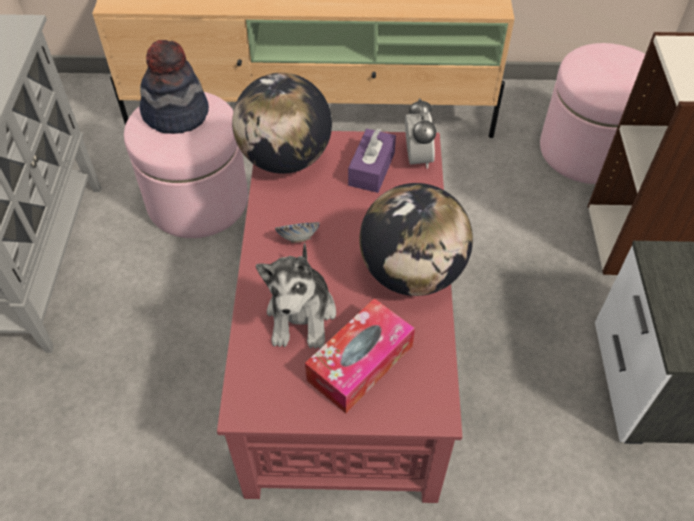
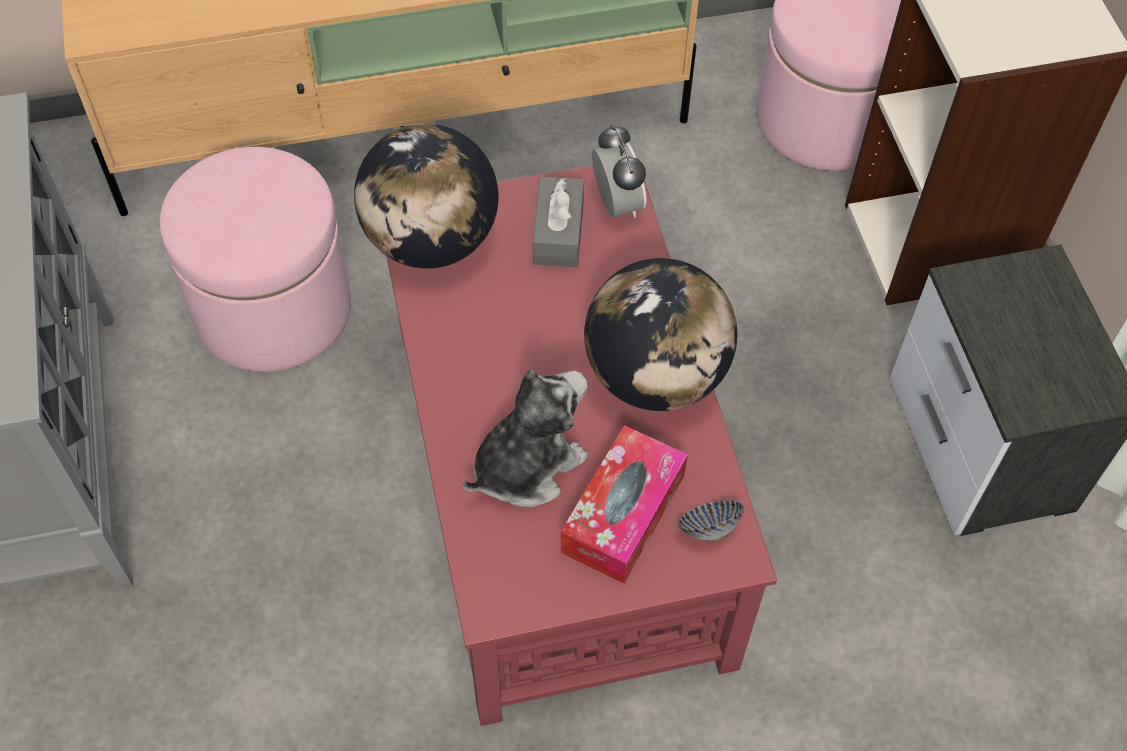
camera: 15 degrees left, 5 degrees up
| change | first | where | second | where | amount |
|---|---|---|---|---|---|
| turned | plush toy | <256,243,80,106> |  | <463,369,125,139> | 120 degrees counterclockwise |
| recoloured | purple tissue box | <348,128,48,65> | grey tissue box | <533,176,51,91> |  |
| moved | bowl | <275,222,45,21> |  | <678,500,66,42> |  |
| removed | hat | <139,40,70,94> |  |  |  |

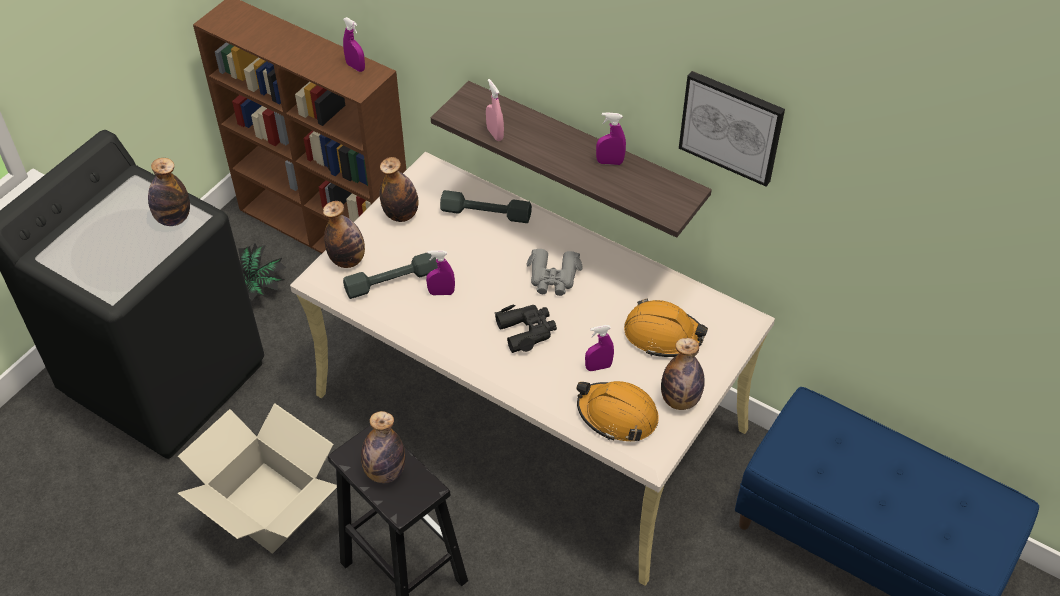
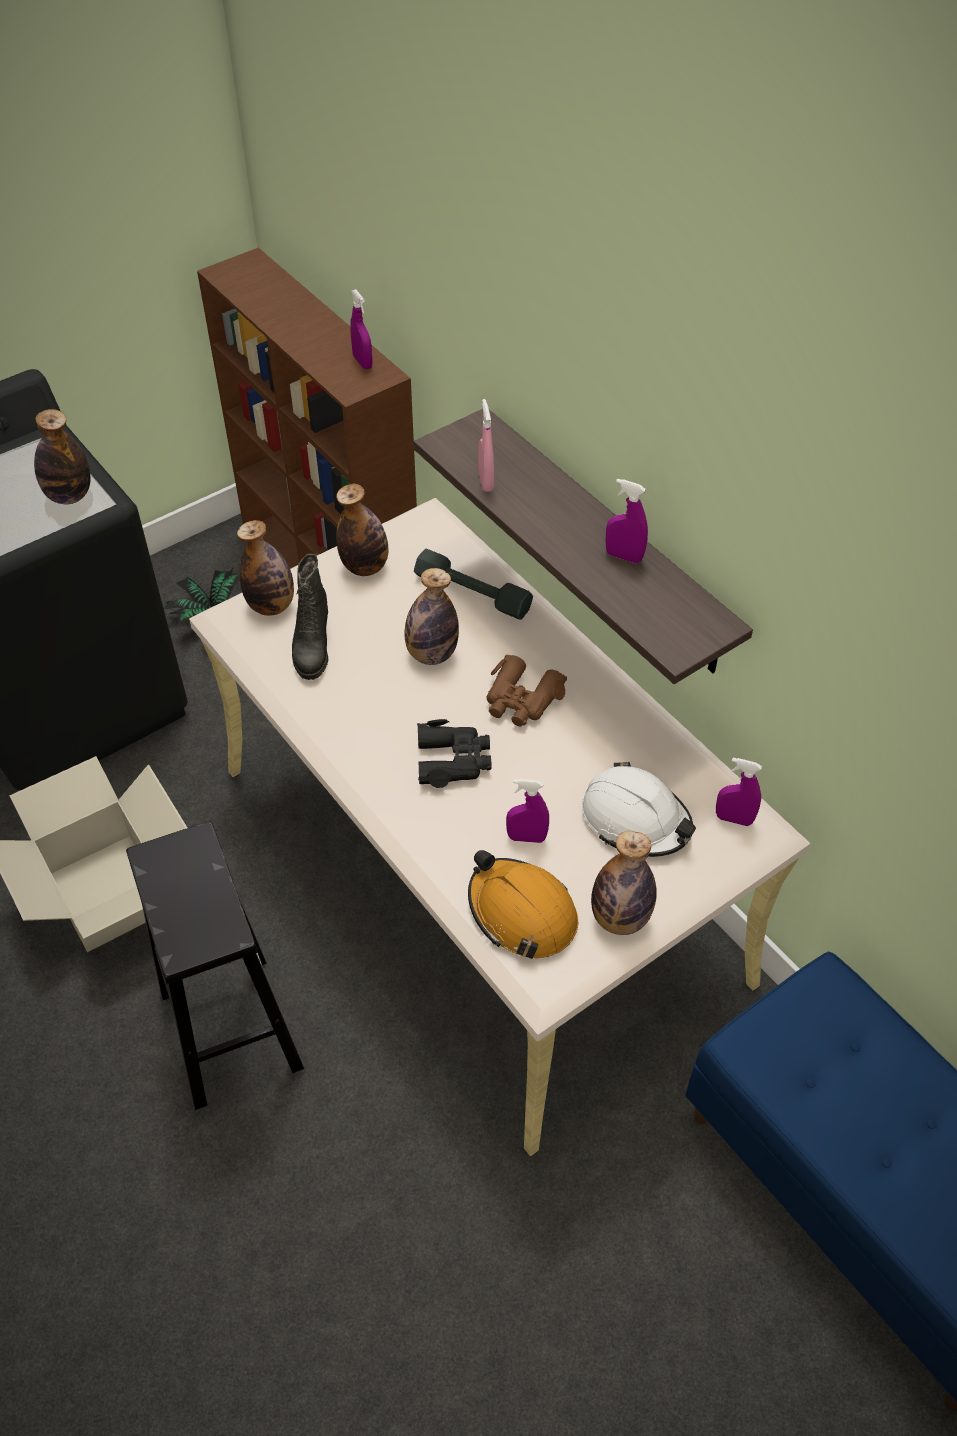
camera: 20 degrees right, 0 degrees up
| change | first | where | second | where | amount |
|---|---|---|---|---|---|
| replaced | grey dumbbell | <343,253,95,46> | black boot | <292,553,36,127> |  |
| moved | bottle | <361,411,45,72> |  | <404,568,55,97> |  |
| recoloured | grey binoculars | <526,249,57,47> | brown binoculars | <486,655,81,71> |  |
| recoloured | orange hard hat | <624,298,84,59> | white hard hat | <582,762,114,95> |  |
| moved | purple spray bottle | <426,250,29,45> |  | <716,758,46,68> |  |
| removed | picture | <679,71,106,116> |  |  |  |

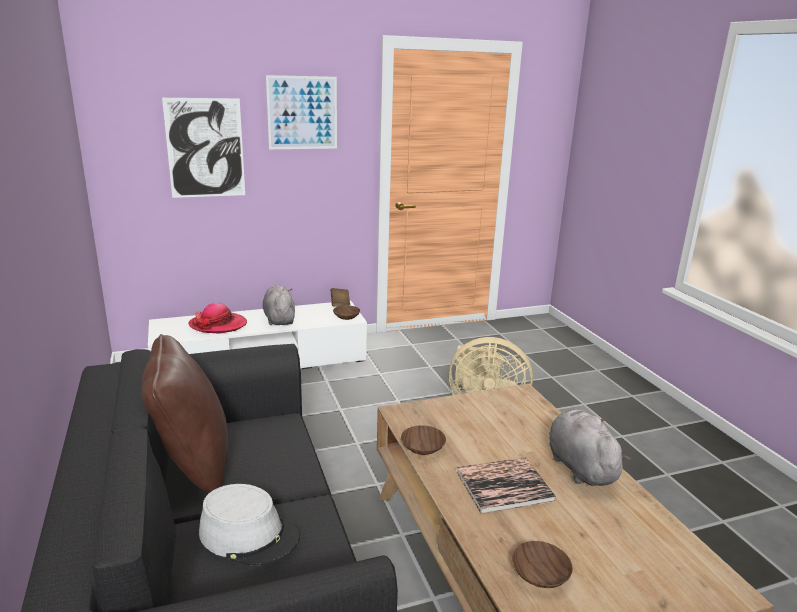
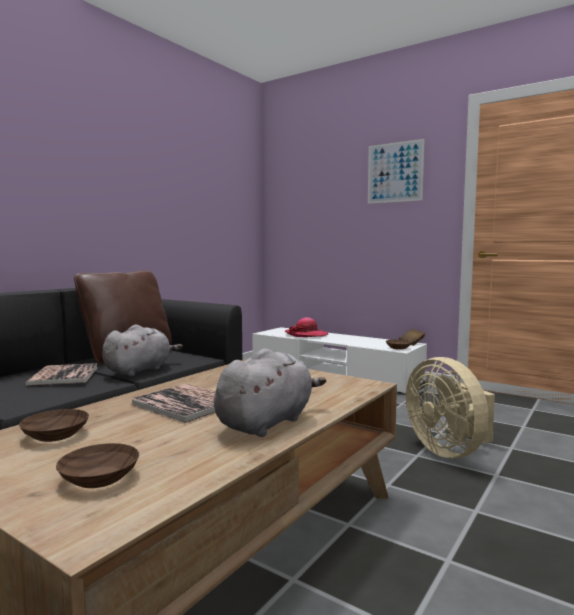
camera: 55 degrees right, 15 degrees down
| change | first | where | second | where | amount |
|---|---|---|---|---|---|
| replaced | grey hat | <199,484,100,82> | book | <25,363,73,23> |  |
| moved | brown bowl | <401,425,45,30> |  | <56,443,83,45> |  |
| moved | grey plush toy | <263,286,32,39> |  | <102,325,81,51> |  |
| removed | picture | <162,98,83,100> |  |  |  |

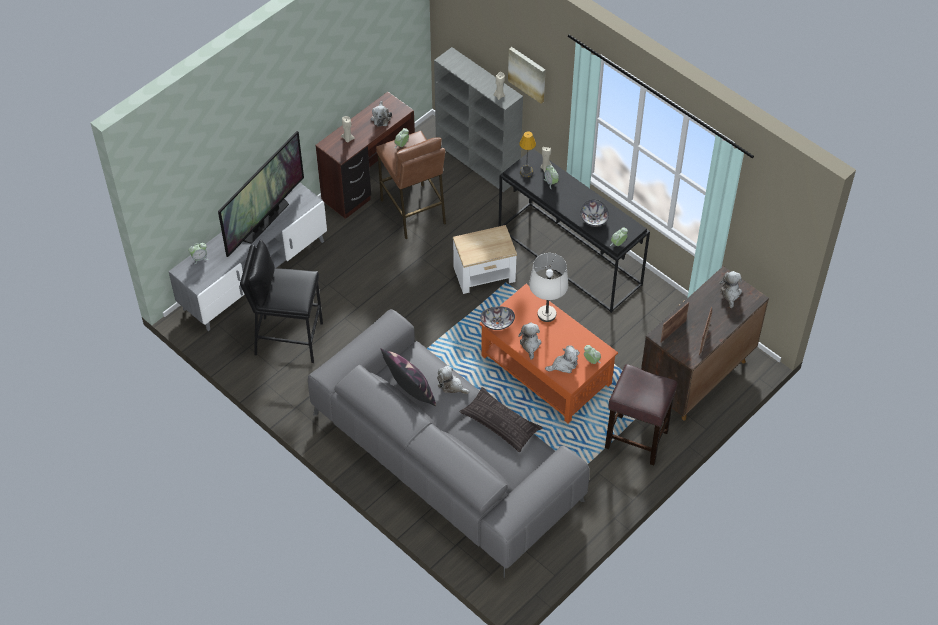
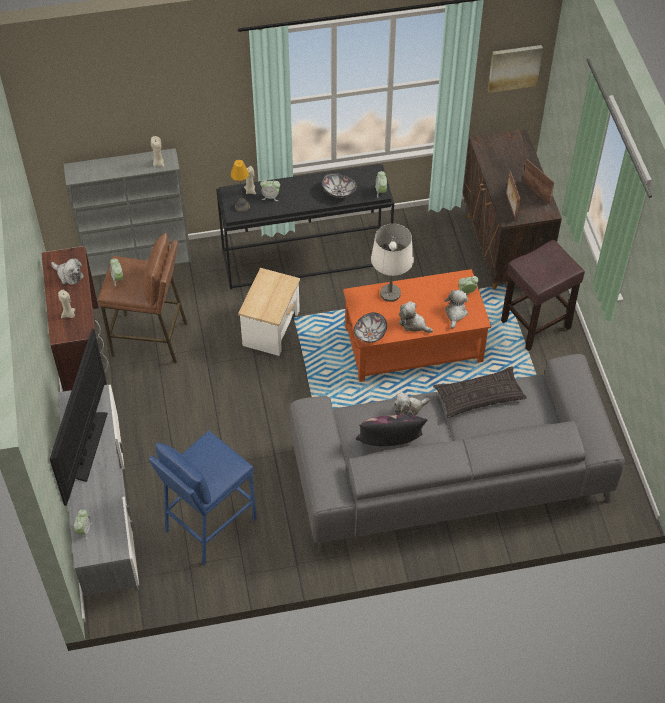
camera: 55 degrees left, 0 degrees up
| change | first | where | second | where | amount |
|---|---|---|---|---|---|
| turned | television | <218,131,86,126> |  | <50,329,57,177> | 150 degrees counterclockwise |
| recoloured | black stool | <240,240,83,123> | blue stool | <149,430,108,135> |  |
| moved | picture | <508,47,38,57> |  | <488,45,55,48> |  |
| removed | plush toy | <719,271,23,37> |  |  |  |

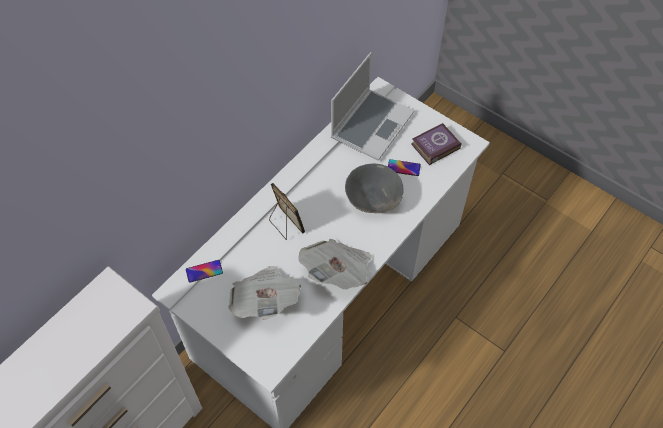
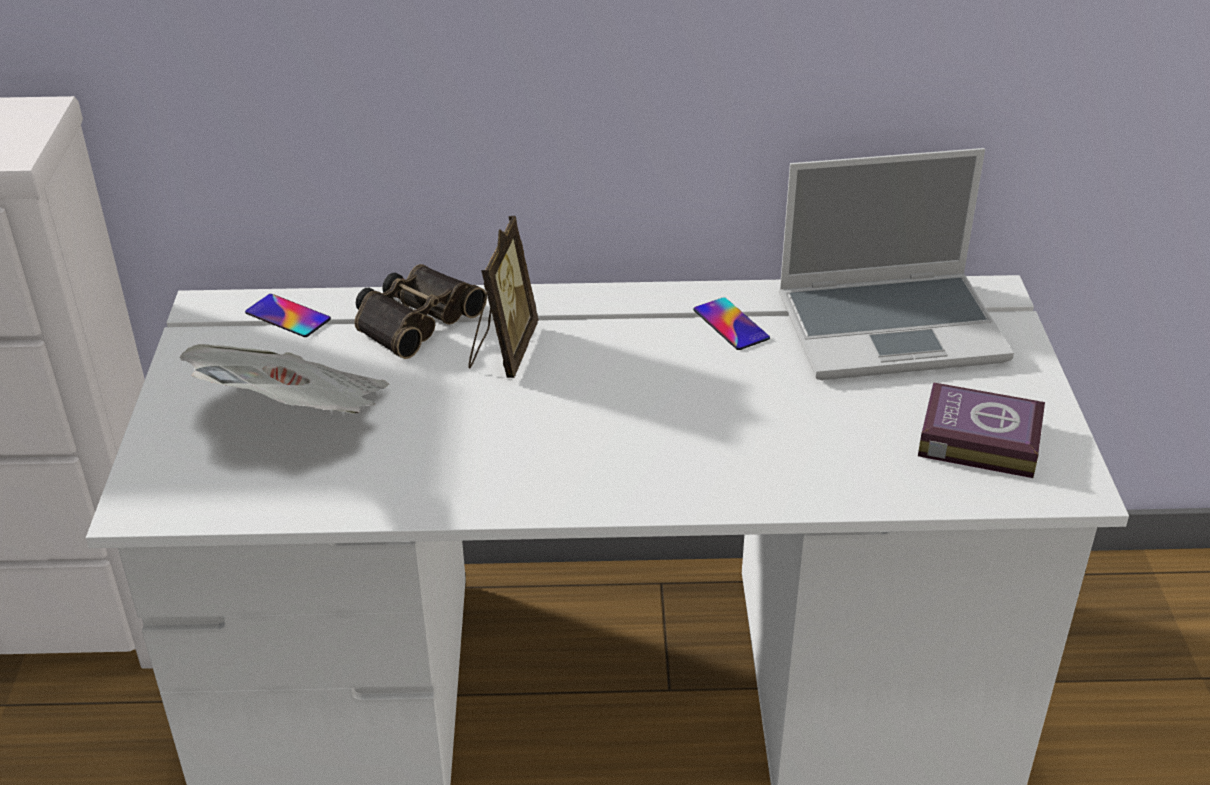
camera: 50 degrees right, 20 degrees down
| change | first | where | second | where | amount |
|---|---|---|---|---|---|
| added |  |  | binoculars | <354,264,133,95> |  |
| moved | phone | <388,159,33,17> |  | <693,297,77,53> |  |
| removed | newspaper | <298,239,74,51> |  |  |  |
| removed | grey bowl | <345,164,58,49> |  |  |  |

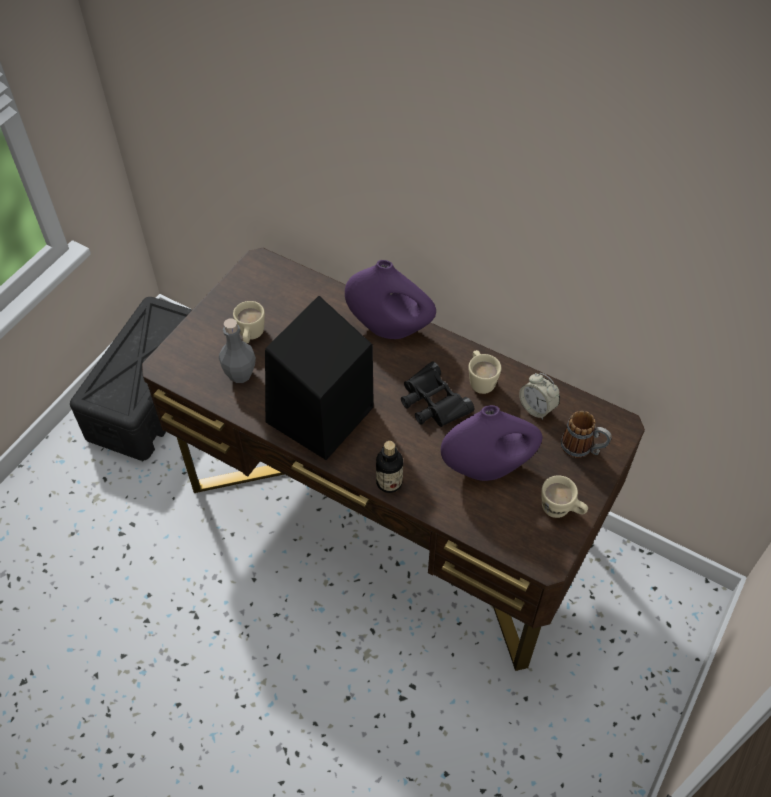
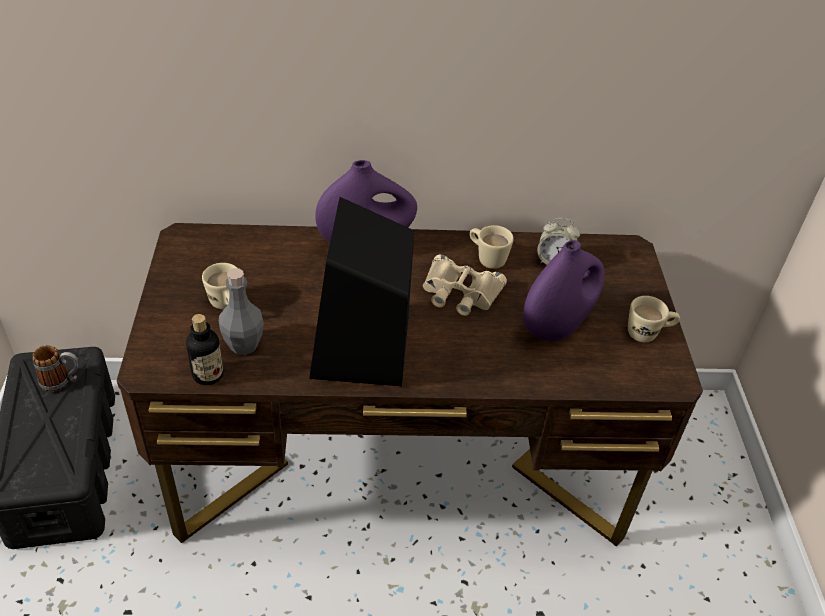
camera: 35 degrees left, 10 degrees down
| change | first | where | second | where | amount |
|---|---|---|---|---|---|
| moved | mug | <561,411,51,47> |  | <33,345,46,47> |  |
| moved | bottle | <376,441,27,52> |  | <186,314,37,71> |  |
| recoloured | black binoculars | <401,362,73,65> | beige binoculars | <423,254,84,62> |  |

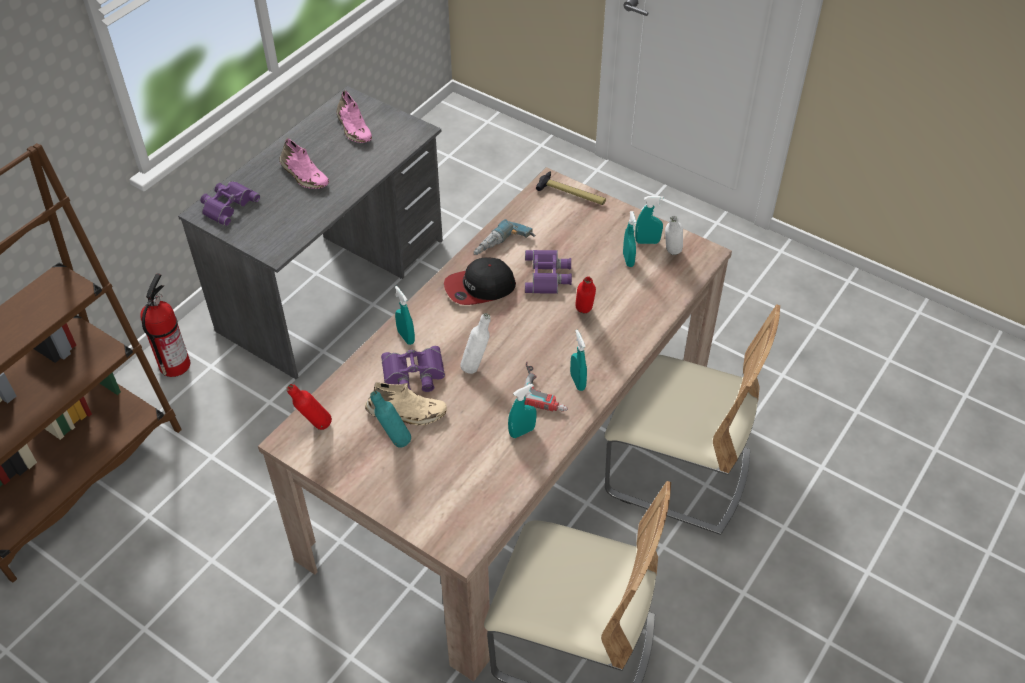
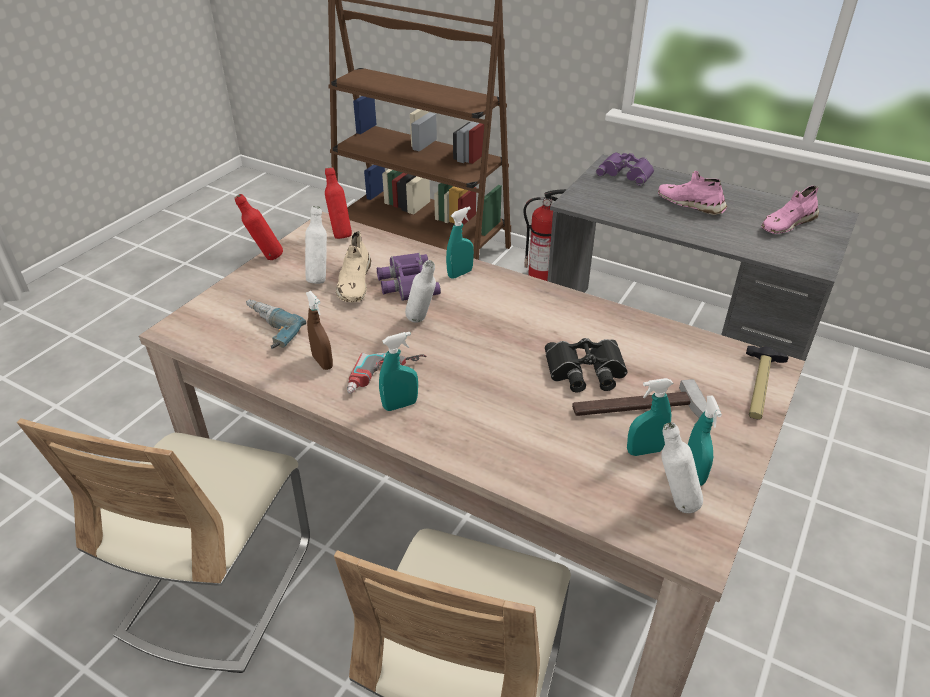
camera: 85 degrees right, 10 degrees down
| change | first | where | second | where | amount |
|---|---|---|---|---|---|
| moved | red bottle | <575,277,21,37> |  | <235,194,48,66> |  |
| moved | power drill | <474,219,61,36> |  | <246,300,60,49> |  |
| recoloured | turquoise bottle | <370,391,41,57> | white bottle | <305,206,22,78> |  |
| recoloured | turquoise spray bottle | <508,384,29,54> | brown spray bottle | <306,291,27,79> |  |
| recoloured | purple binoculars | <525,250,47,44> | black binoculars | <545,338,82,55> |  |
| added |  |  | hammer | <572,379,135,39> |  |
| turned | pink shoe | <279,138,50,51> |  | <658,171,69,44> | 90 degrees clockwise |
| removed | cap | <444,258,72,47> |  |  |  |

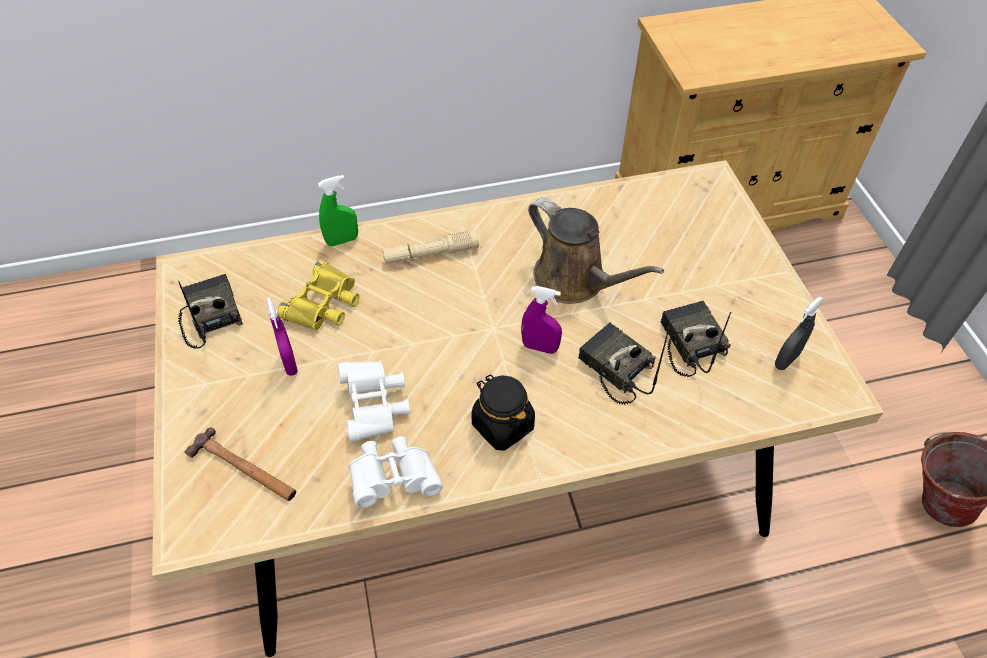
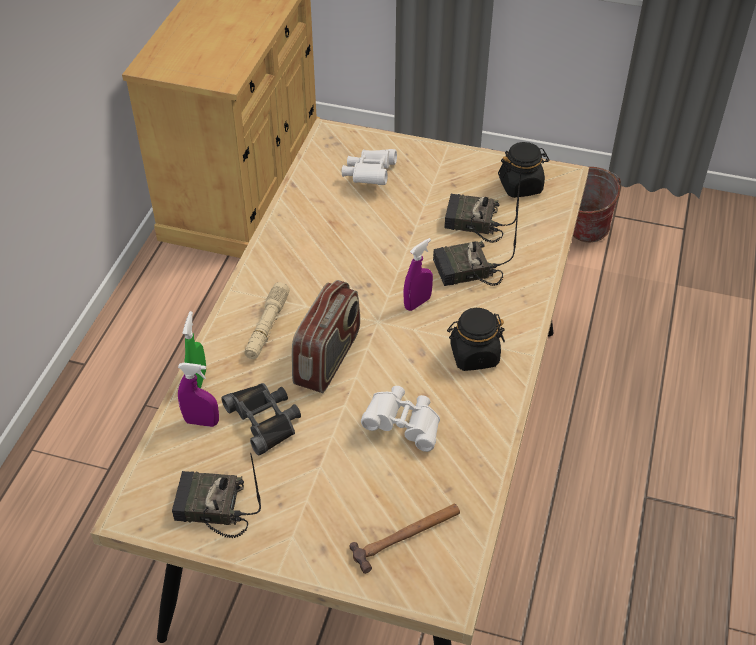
camera: 60 degrees left, 5 degrees down
| change | first | where | second | where | amount |
|---|---|---|---|---|---|
| moved | purple spray bottle | <266,298,32,78> |  | <178,363,41,64> |  |
| recoloured | yellow binoculars | <277,260,82,70> | black binoculars | <221,383,80,73> |  |
| added |  |  | radio | <292,280,68,113> |  |
| moved | white binoculars | <348,437,95,71> |  | <342,149,55,36> |  |
| replaced | grey spray bottle | <775,296,49,74> | black jar | <498,142,51,56> |  |
| removed | brown watering can | <528,197,136,107> |  |  |  |

